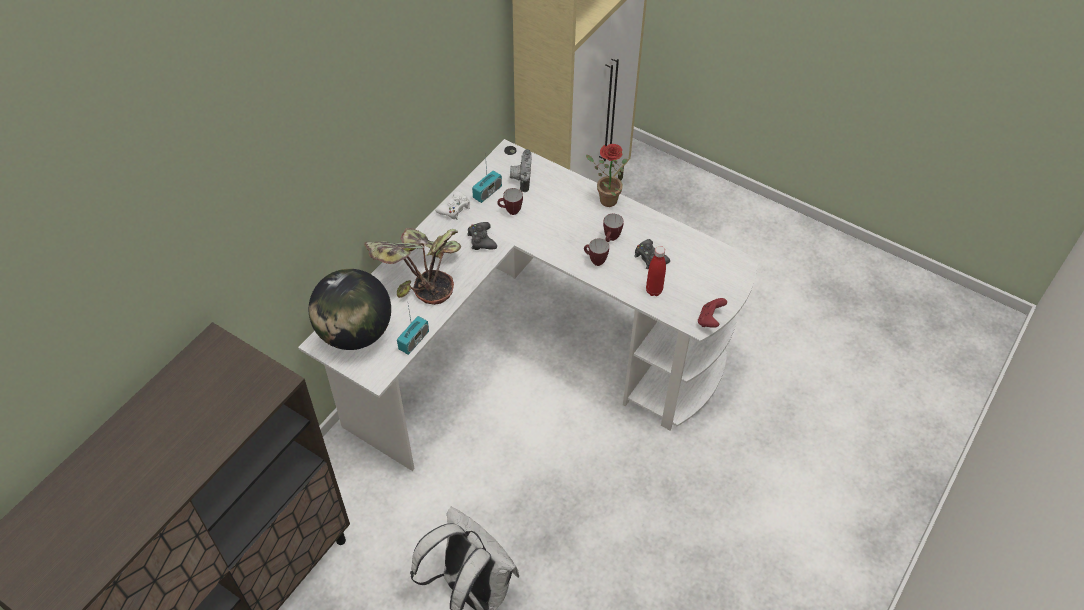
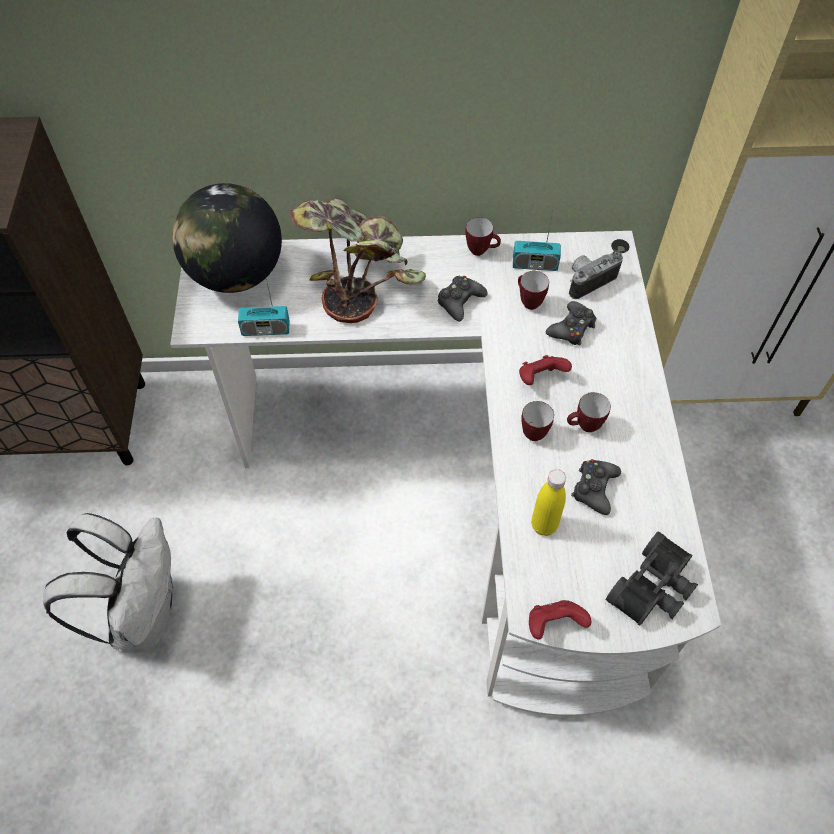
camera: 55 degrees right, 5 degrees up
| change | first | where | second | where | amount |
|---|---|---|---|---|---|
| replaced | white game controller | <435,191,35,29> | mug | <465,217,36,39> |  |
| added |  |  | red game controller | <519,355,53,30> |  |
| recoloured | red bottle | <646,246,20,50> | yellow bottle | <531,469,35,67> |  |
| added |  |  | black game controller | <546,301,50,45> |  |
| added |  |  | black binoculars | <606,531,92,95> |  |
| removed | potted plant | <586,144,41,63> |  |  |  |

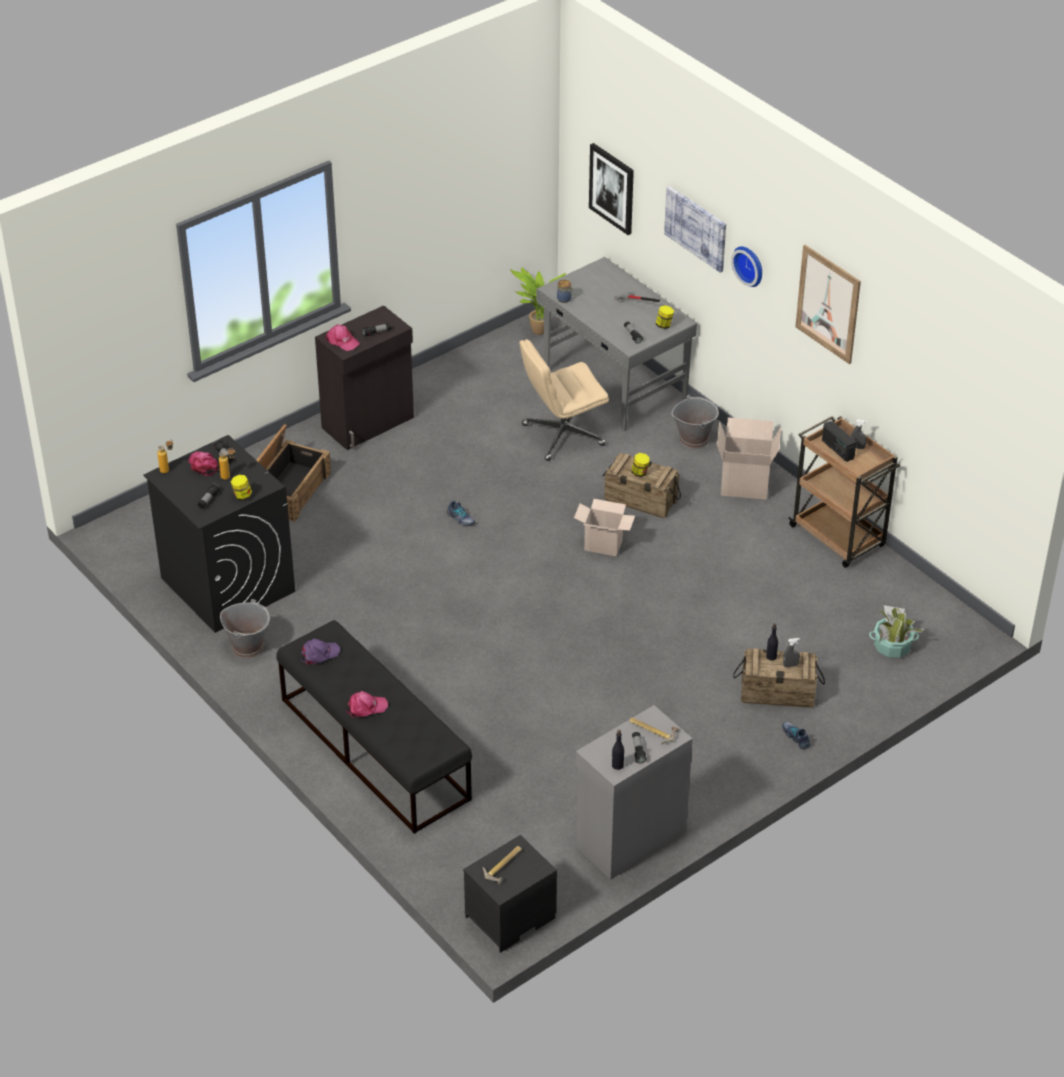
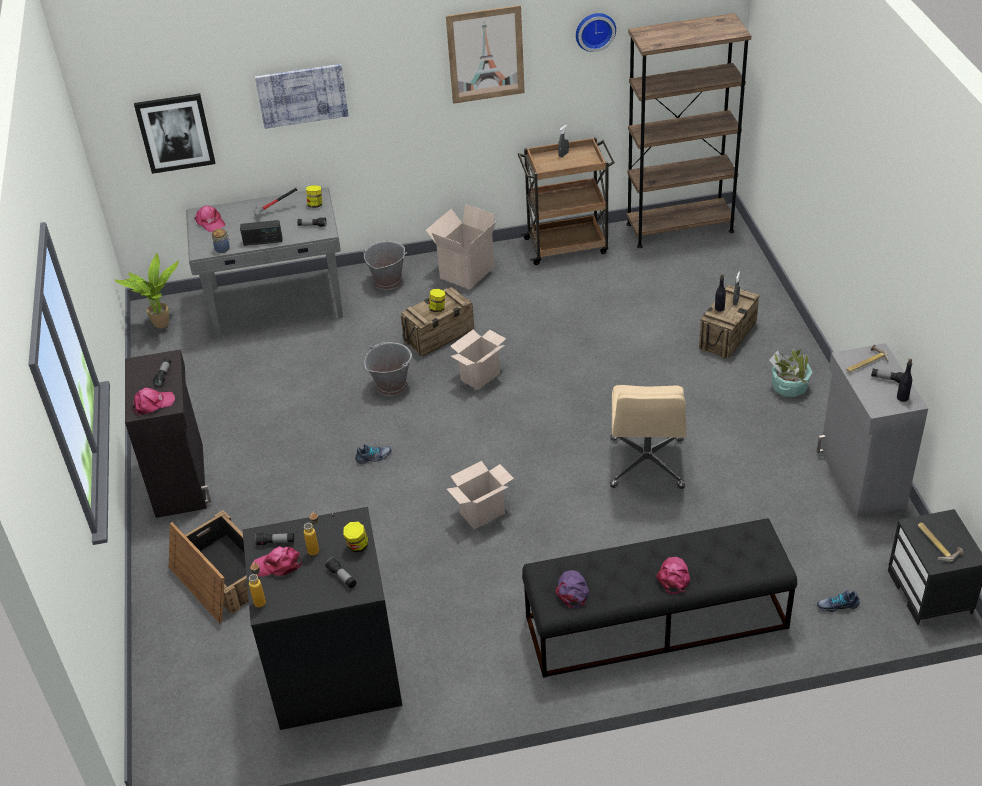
camera: 60 degrees left, 0 degrees up
| change | first | where | second | where | amount |
|---|---|---|---|---|---|
| added |  |  | pink cap | <194,205,31,27> |  |
| moved | radio | <822,421,34,41> |  | <240,220,42,26> |  |
| moved | grey bucket | <220,599,50,60> |  | <364,342,48,54> |  |
| added |  |  | cardboard box | <447,461,67,68> |  |
| moved | wall clock | <731,247,31,40> |  | <576,13,40,39> |  |
| moved | beige office chair | <519,339,90,122> |  | <610,385,77,104> |  |
| added |  |  | brown bookcase | <626,13,126,235> |  |
| moved | potted plant | <869,605,55,53> |  | <769,348,43,49> |  |
| moved | shoe | <782,722,29,27> |  | <817,591,43,21> |  |

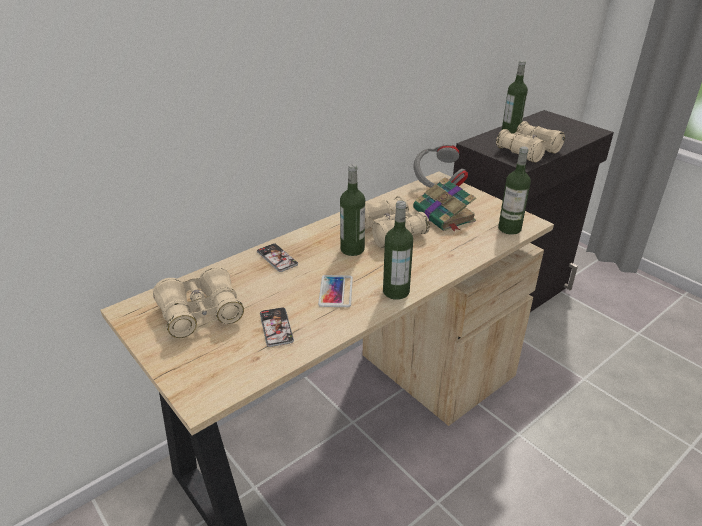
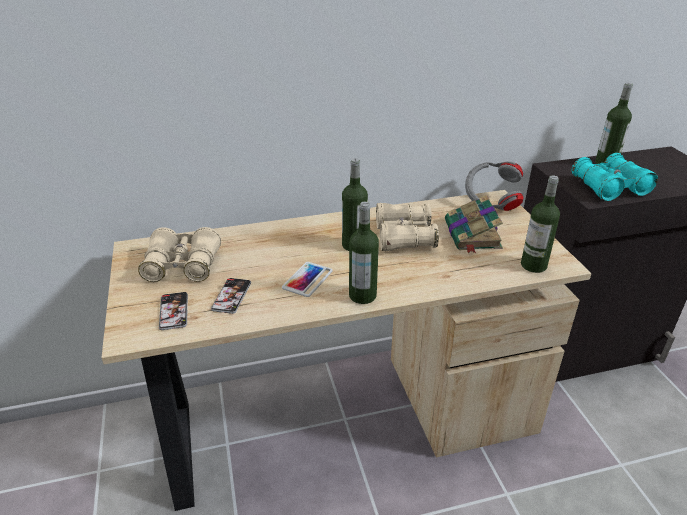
camera: 25 degrees right, 0 degrees up
| change | first | where | second | where | amount |
|---|---|---|---|---|---|
| moved | phone | <257,243,41,29> |  | <159,292,29,38> |  |
| recoloured | beige binoculars | <496,121,69,42> | turquoise binoculars | <571,153,87,48> |  |

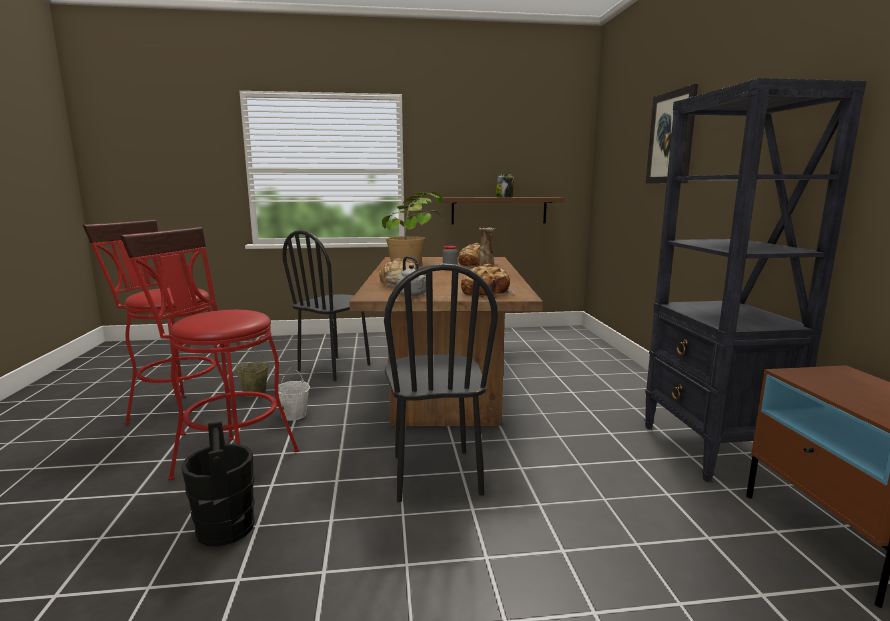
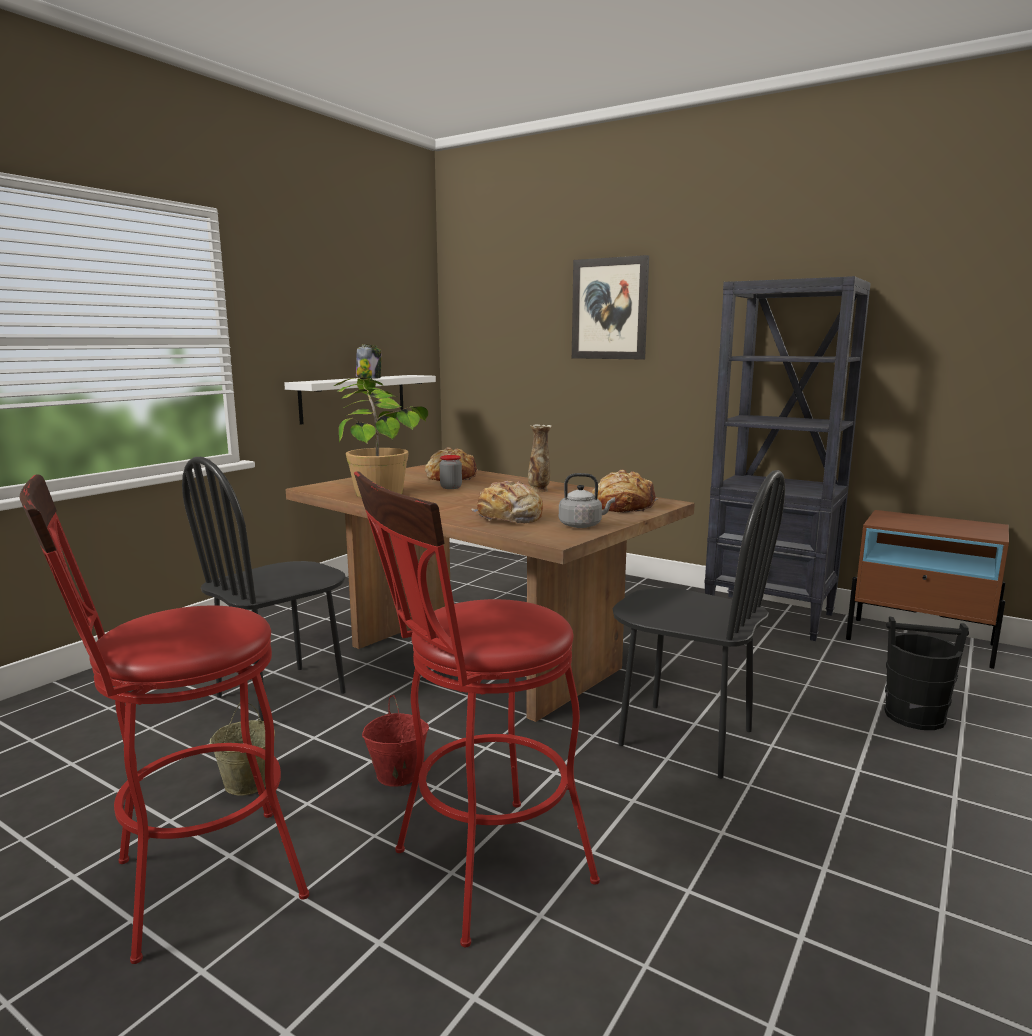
camera: 50 degrees left, 0 degrees up
| change | first | where | second | where | amount |
|---|---|---|---|---|---|
| turned | black chair | <282,230,88,151> |  | <182,457,164,264> | 60 degrees clockwise |
| recoloured | brown shelf | <442,197,122,27> | white shelf | <284,375,152,50> |  |
| recoloured | white bucket | <278,368,32,53> | red bucket | <362,695,67,92> |  |
| moved | black bucket | <181,421,74,125> |  | <884,616,85,114> |  |

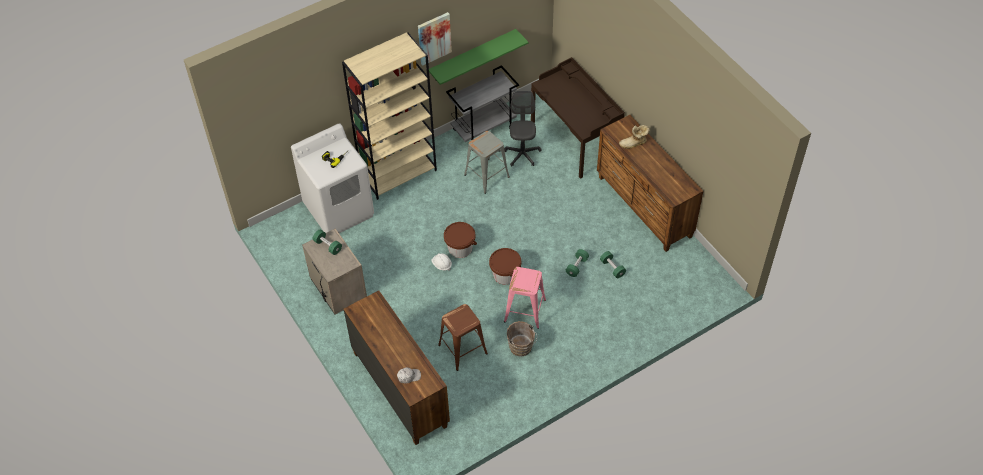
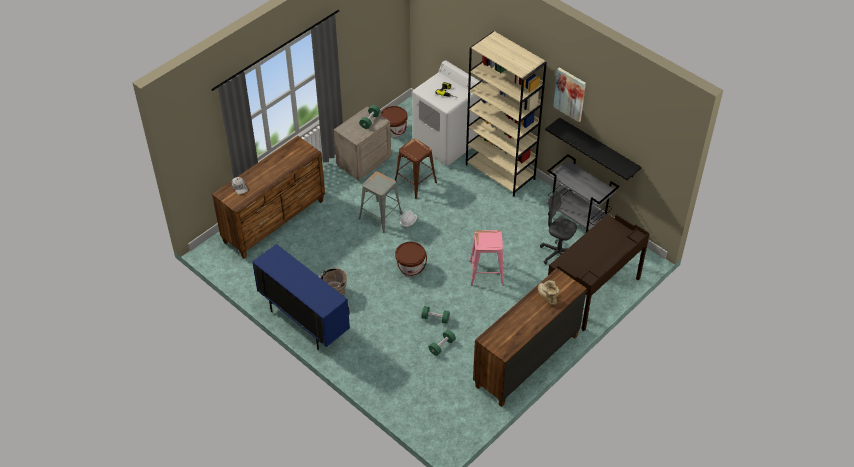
camera: 75 degrees right, 5 degrees down
| change | first | where | second | where | amount |
|---|---|---|---|---|---|
| added |  |  | blue cabinet | <252,244,98,106> |  |
| moved | grey stool | <464,131,46,63> |  | <359,172,44,61> |  |
| moved | brown bucket | <444,222,33,36> |  | <380,106,28,31> |  |
| moved | brown stool | <438,304,50,67> |  | <395,138,42,61> |  |
| moved | pink stool | <504,267,42,62> |  | <470,230,34,56> |  |
| turned | grey office chair | <504,91,38,76> |  | <540,191,37,73> | 135 degrees counterclockwise |
| recoloured | green shelf | <429,29,99,56> | black shelf | <545,117,96,63> |  |

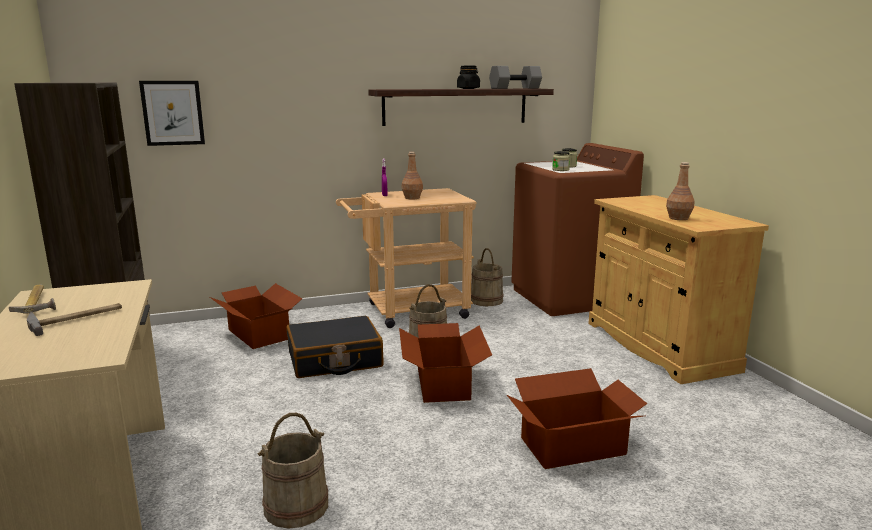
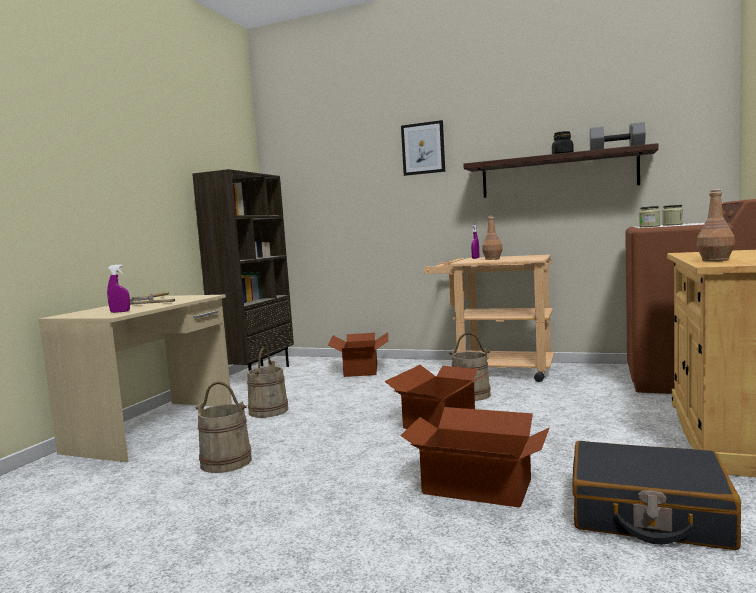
camera: 40 degrees right, 10 degrees down
| change | first | where | second | where | amount |
|---|---|---|---|---|---|
| added |  |  | purple spray bottle | <107,264,23,49> |  |
| moved | beige bucket | <471,248,33,58> |  | <247,348,41,70> |  |
| moved | picture | <139,81,66,65> |  | <401,120,44,56> |  |
| moved | black suitcase | <286,316,97,62> |  | <572,441,169,109> |  |

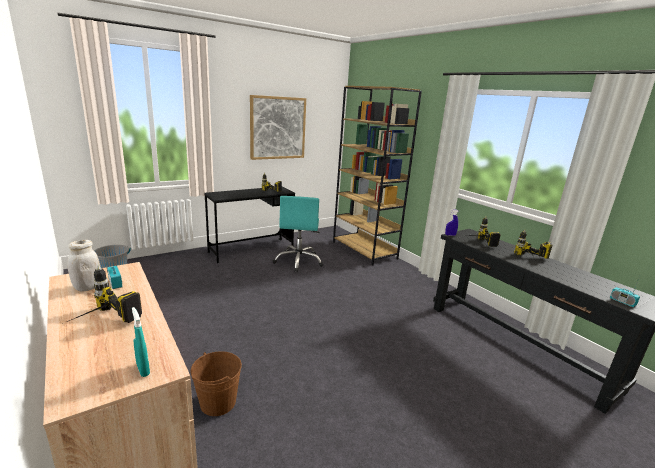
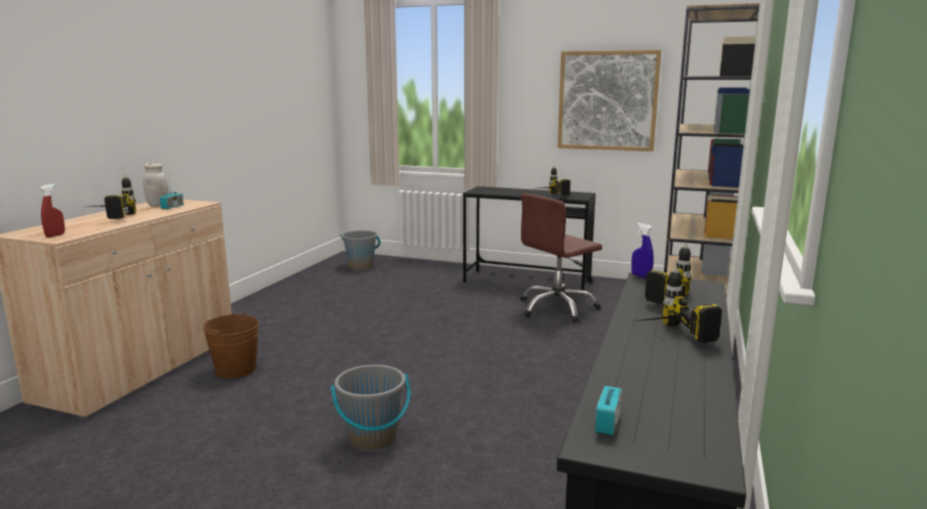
camera: 55 degrees right, 5 degrees down
| change | first | where | second | where | amount |
|---|---|---|---|---|---|
| recoloured | turquoise spray bottle | <132,307,18,70> | red spray bottle | <40,184,25,54> |  |
| added |  |  | grey bucket | <331,365,80,85> |  |
| recoloured | turquoise office chair | <273,196,50,76> | brown office chair | <520,193,82,130> |  |

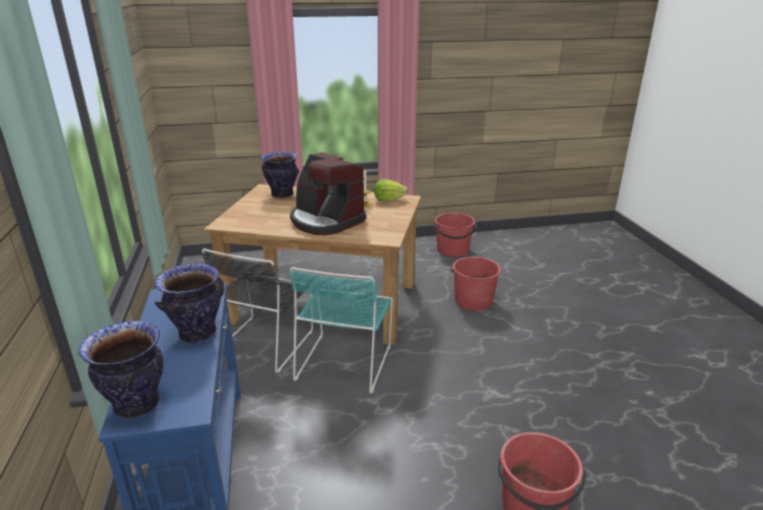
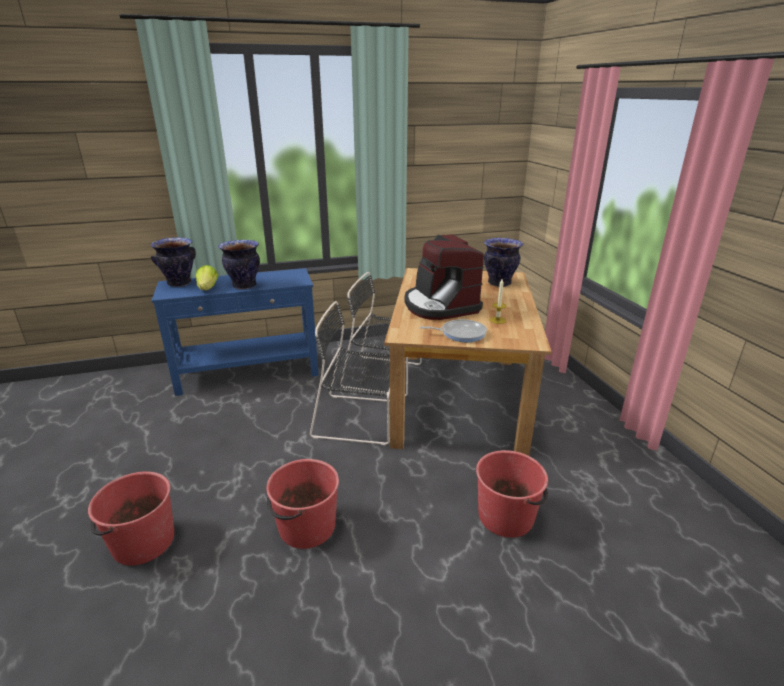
camera: 85 degrees right, 0 degrees up
| change | first | where | second | where | amount |
|---|---|---|---|---|---|
| moved | lettuce | <375,179,33,23> |  | <196,265,22,25> |  |
| moved | red bucket | <434,213,43,44> |  | <266,459,73,90> |  |
| recoloured | turquoise chair | <290,267,103,127> | black chair | <310,301,80,144> |  |
| turned | coffee machine | <290,152,76,83> |  | <404,234,80,86> | 60 degrees counterclockwise |
| added |  |  | frying pan | <420,319,67,23> |  |

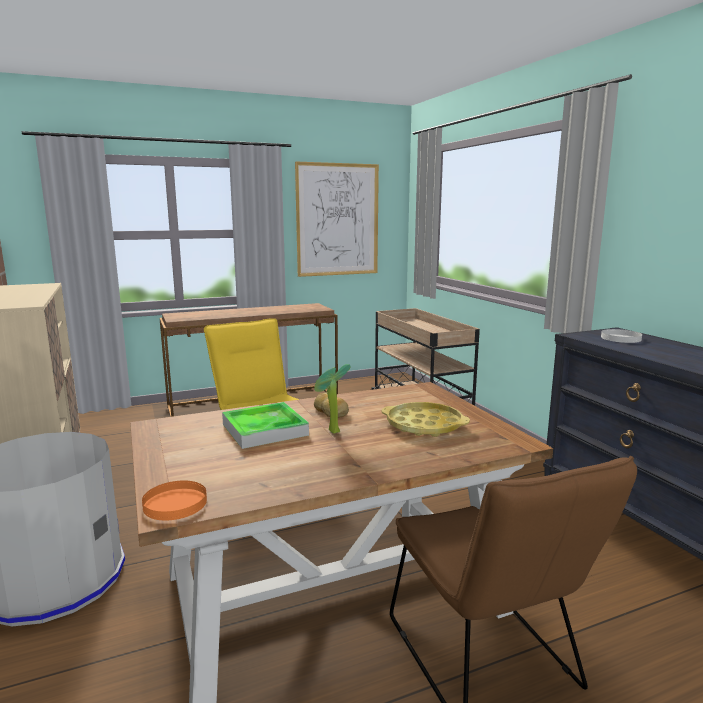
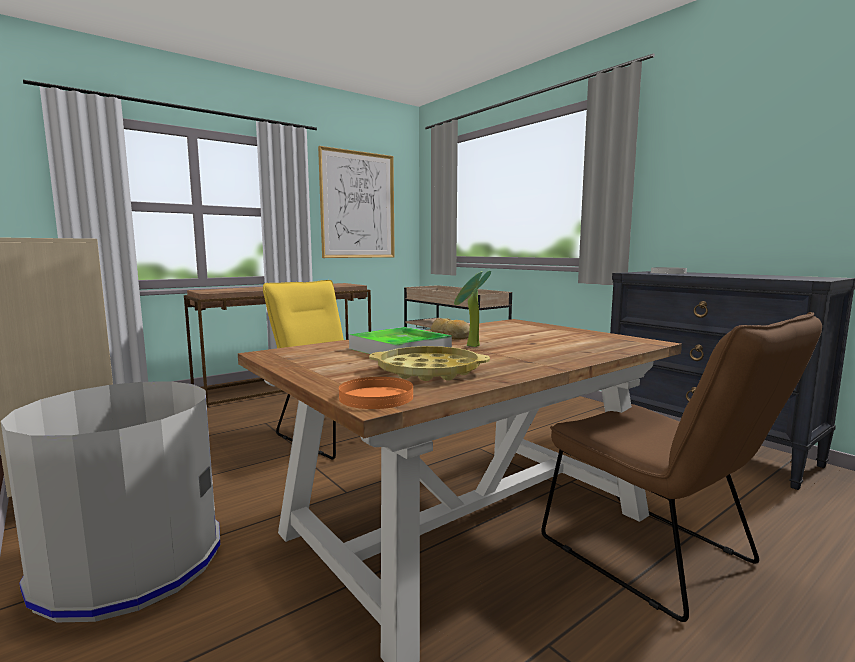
camera: 15 degrees left, 5 degrees down
| change | first | where | second | where | amount |
|---|---|---|---|---|---|
| moved | yellow tray | <381,402,89,35> |  | <369,346,121,35> |  |

